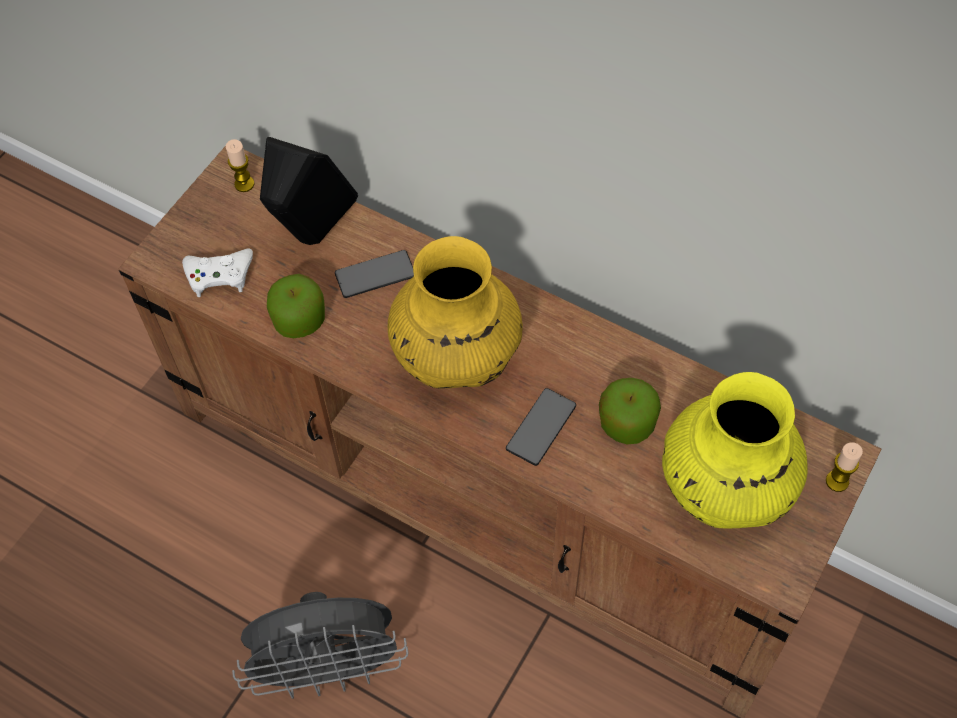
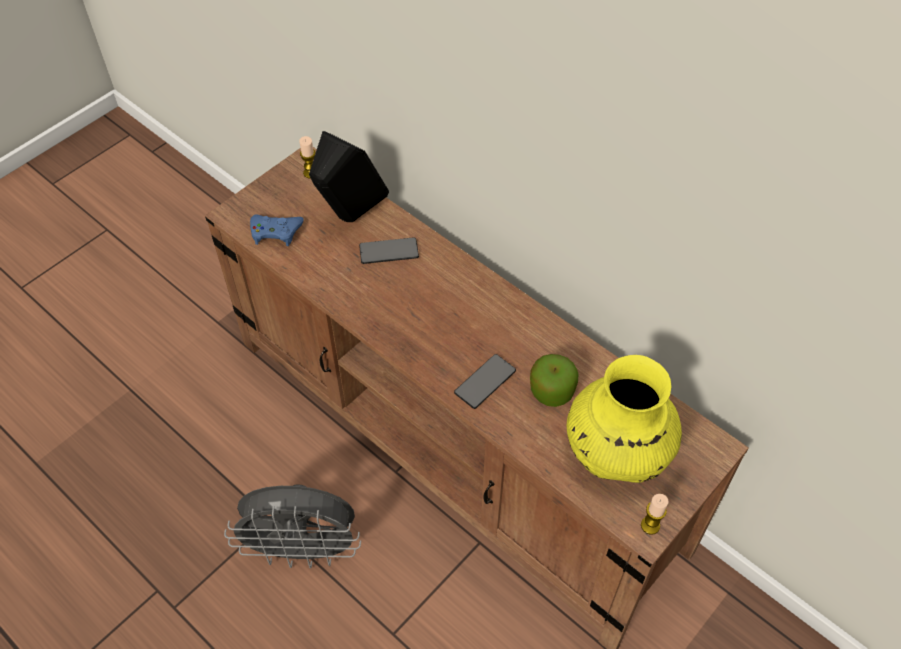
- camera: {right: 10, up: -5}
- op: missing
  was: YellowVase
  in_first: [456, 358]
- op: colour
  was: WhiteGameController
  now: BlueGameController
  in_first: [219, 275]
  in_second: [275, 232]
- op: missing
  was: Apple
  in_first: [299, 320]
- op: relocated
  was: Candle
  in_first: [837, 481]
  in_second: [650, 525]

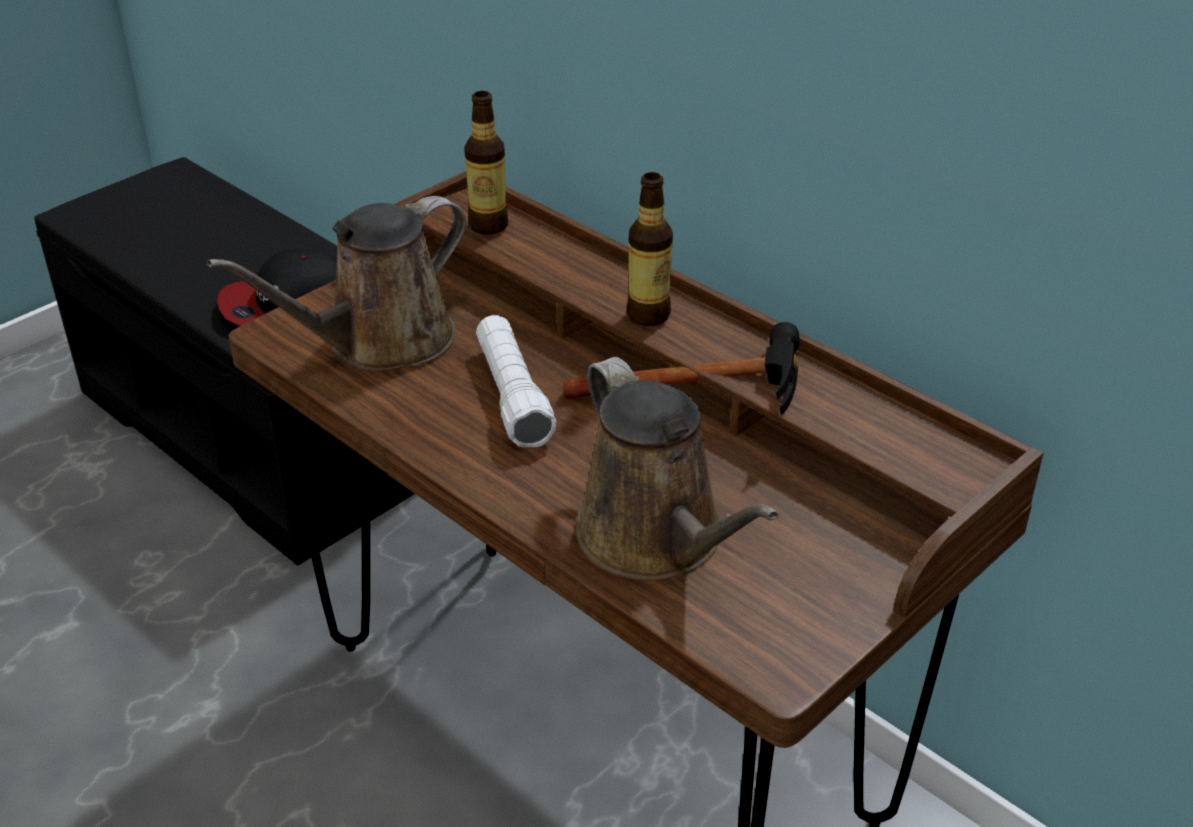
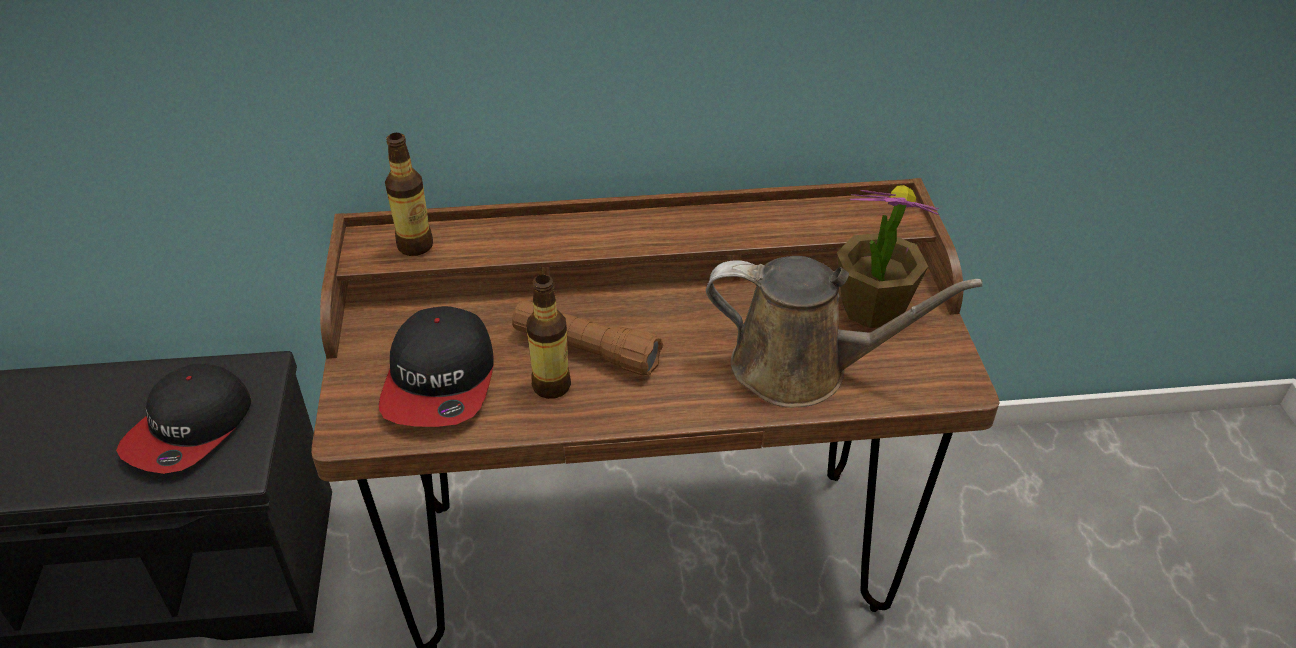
- camera: {right: -50, up: 5}
- op: relocated
  was: Bottle
  in_first: [648, 315]
  in_second: [551, 385]
- op: exchanged
  was: BrownWateringCan
  now: Cap
  in_first: [380, 343]
  in_second: [440, 380]
- op: colour
  was: WhiteFlashlight
  now: BrownFlashlight
  in_first: [512, 396]
  in_second: [586, 350]
- op: missing
  was: Hammer
  in_first: [711, 410]
- op: appeared
  now: PottedPlant
  in_second: [872, 307]

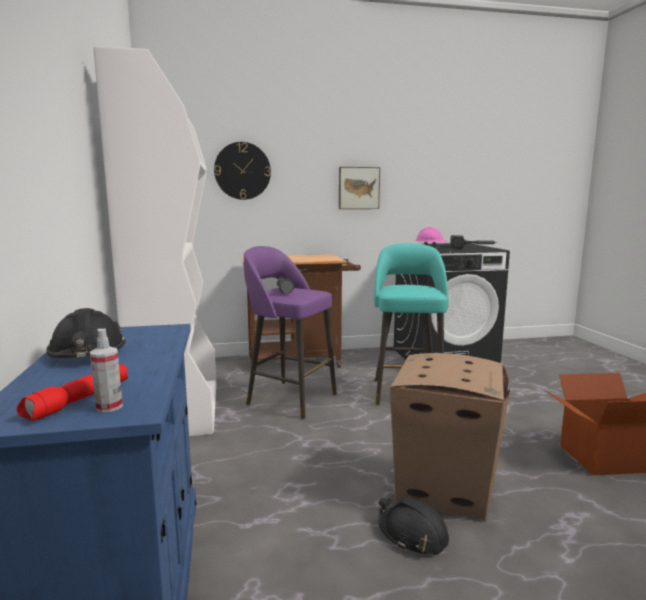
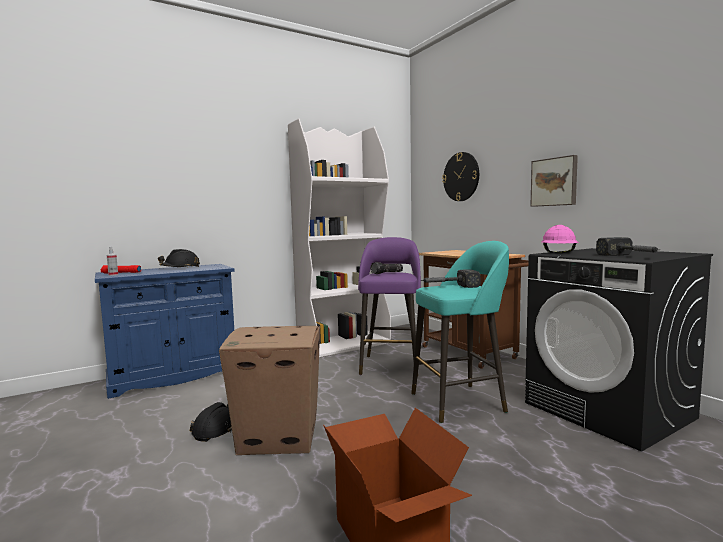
- camera: {right: 70, up: -5}
- op: appeared
  now: Hammer
  in_second: [448, 286]

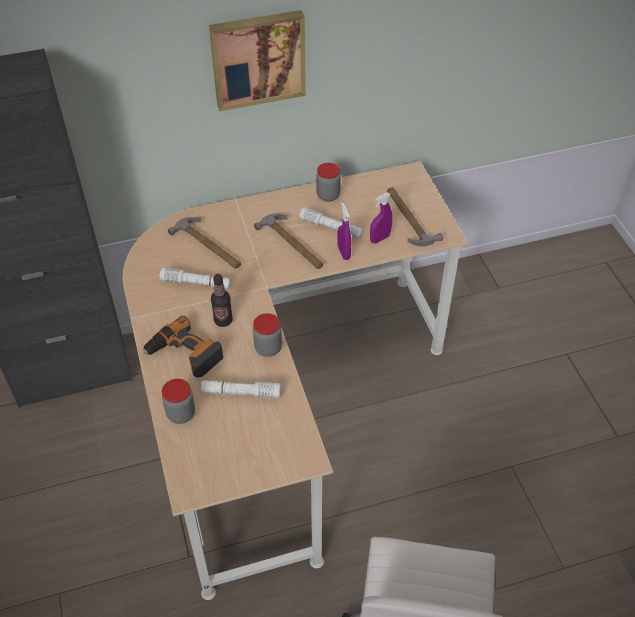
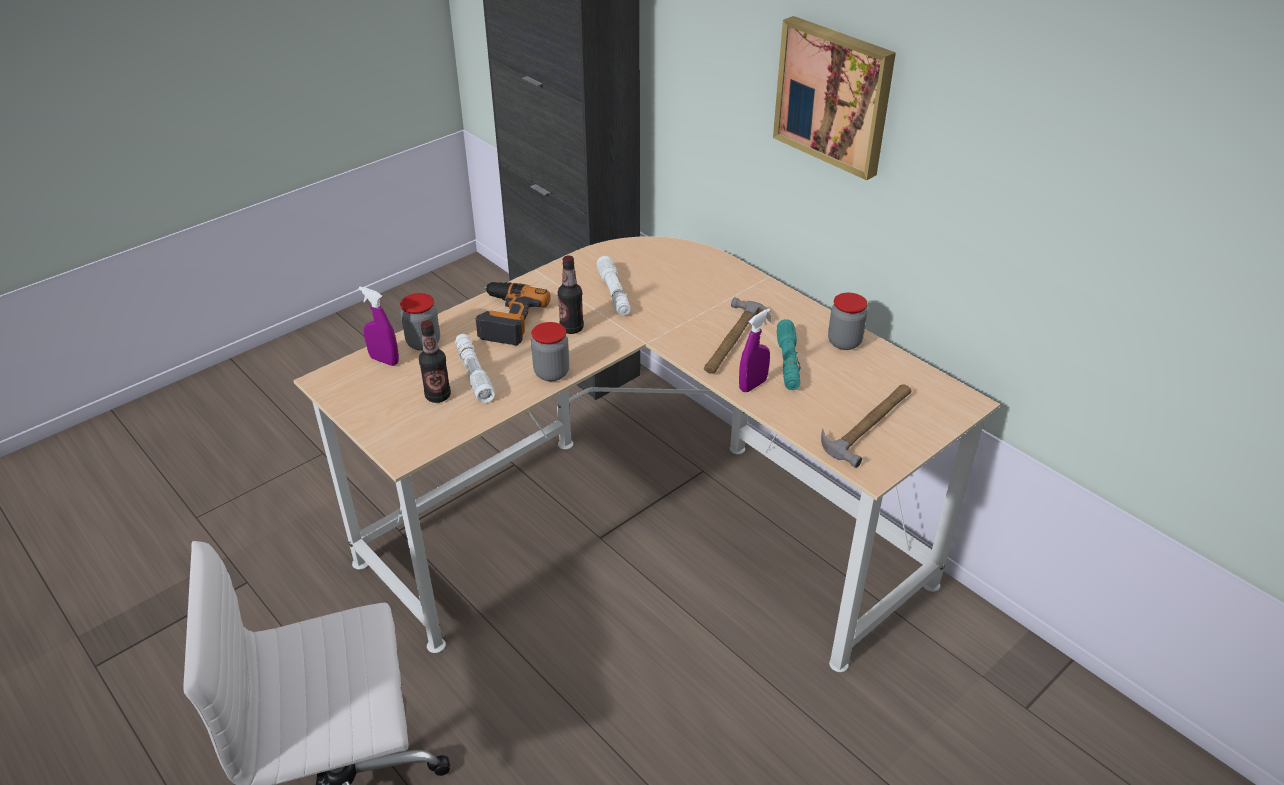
- camera: {right: 65, up: -10}
- op: relocated
  was: PurpleSprayBottle
  in_first: [380, 238]
  in_second: [384, 360]
- op: colour
  was: WhiteFlashlight
  now: TurquoiseFlashlight
  in_first: [331, 228]
  in_second: [788, 362]
- op: missing
  was: Hammer
  in_first: [209, 246]
- op: appeared
  now: Bottle
  in_second: [438, 396]

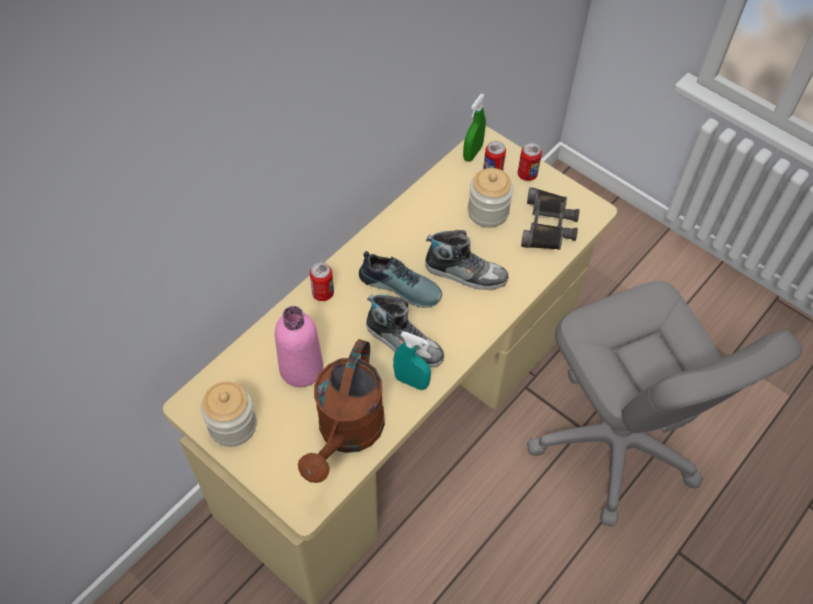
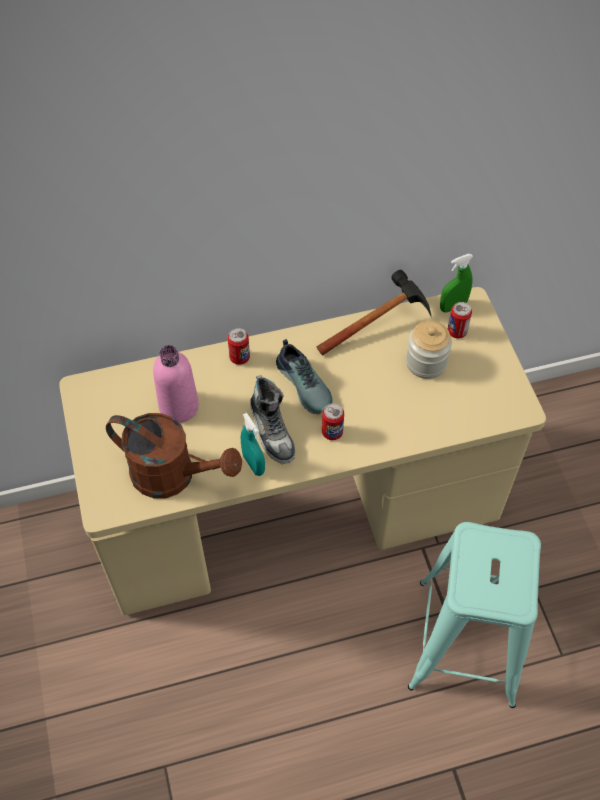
- camera: {right: 35, up: 0}
- op: relocated
  was: Can
  in_first: [527, 174]
  in_second: [332, 432]
- op: missing
  was: BlackBinoculars
  in_first: [549, 225]
- op: missing
  was: Shoe
  in_first: [465, 273]
- op: exchanged
  was: GreyOfficeChair
  now: TurquoiseStool
  in_first: [614, 443]
  in_second: [466, 642]
- op: spun
  was: BrownWateringCan
  in_first: [347, 434]
  in_second: [174, 475]
  clockwise: -120
- op: missing
  was: Jar
  in_first: [232, 425]
- op: appeared
  now: Hammer
  in_second: [381, 324]

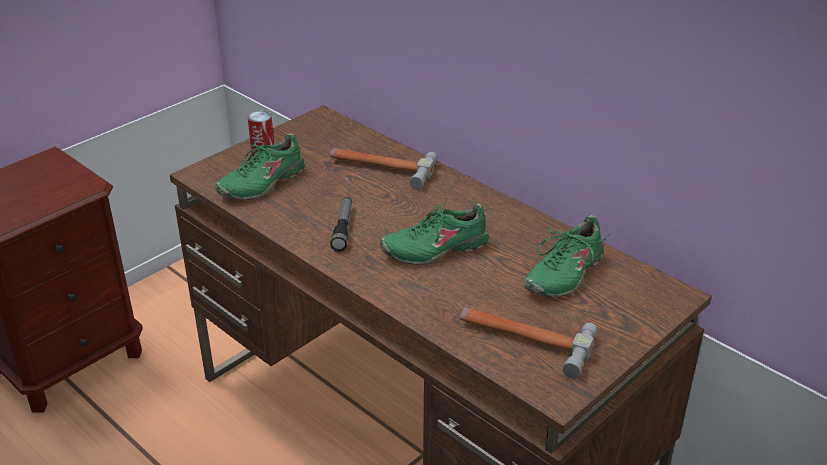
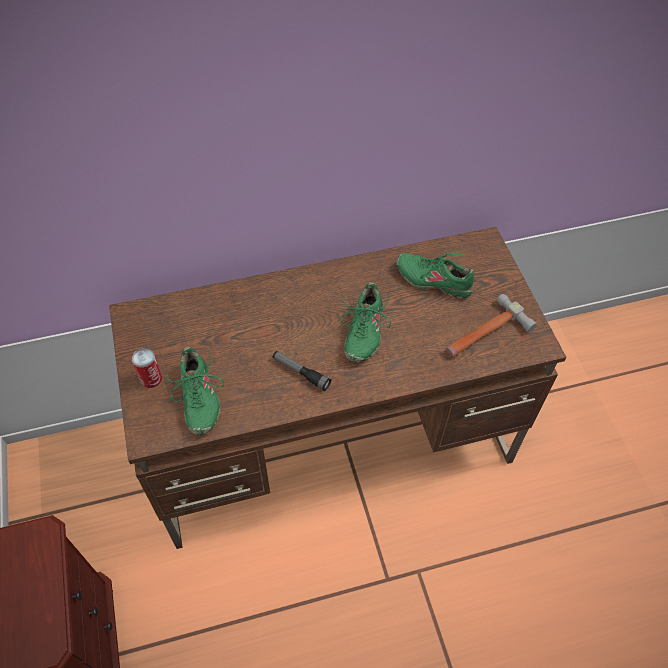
- camera: {right: -60, up: 20}
- op: missing
  was: Hammer
  in_first: [381, 168]
- op: spun
  was: GreenShoe
  in_first: [563, 274]
  in_second: [434, 280]
  clockwise: 135

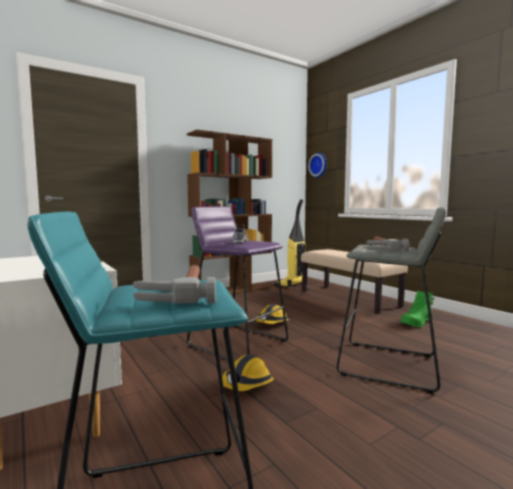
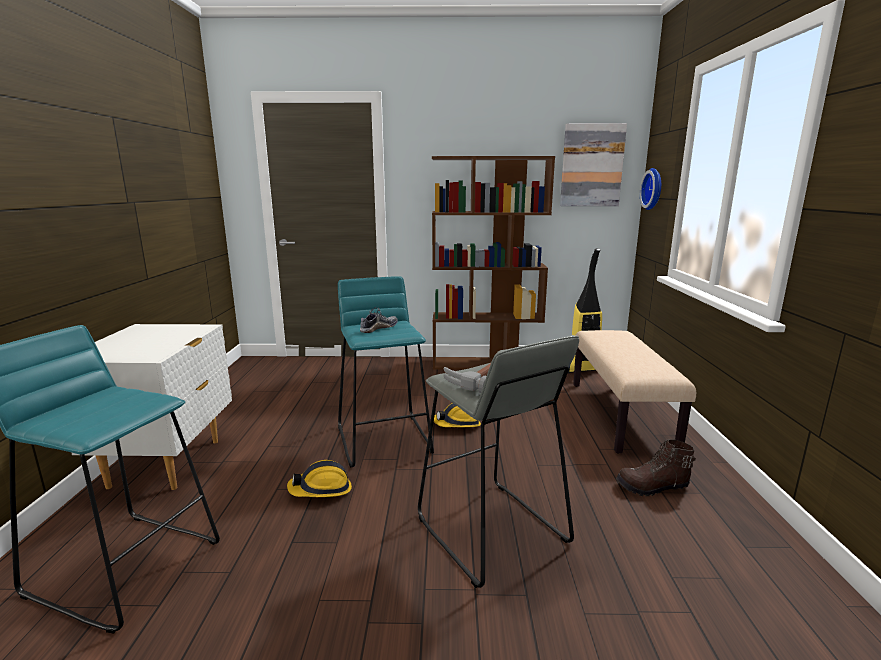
- camera: {right: 35, up: 10}
- op: colour
  was: PurpleStool
  now: TurquoiseStool
  in_first: [238, 343]
  in_second: [385, 439]
- op: missing
  was: Hammer
  in_first: [178, 292]
- op: colour
  was: GreenBoot
  now: BrownBoot
  in_first: [417, 323]
  in_second: [652, 487]
- op: appeared
  now: Picture
  in_second: [591, 165]

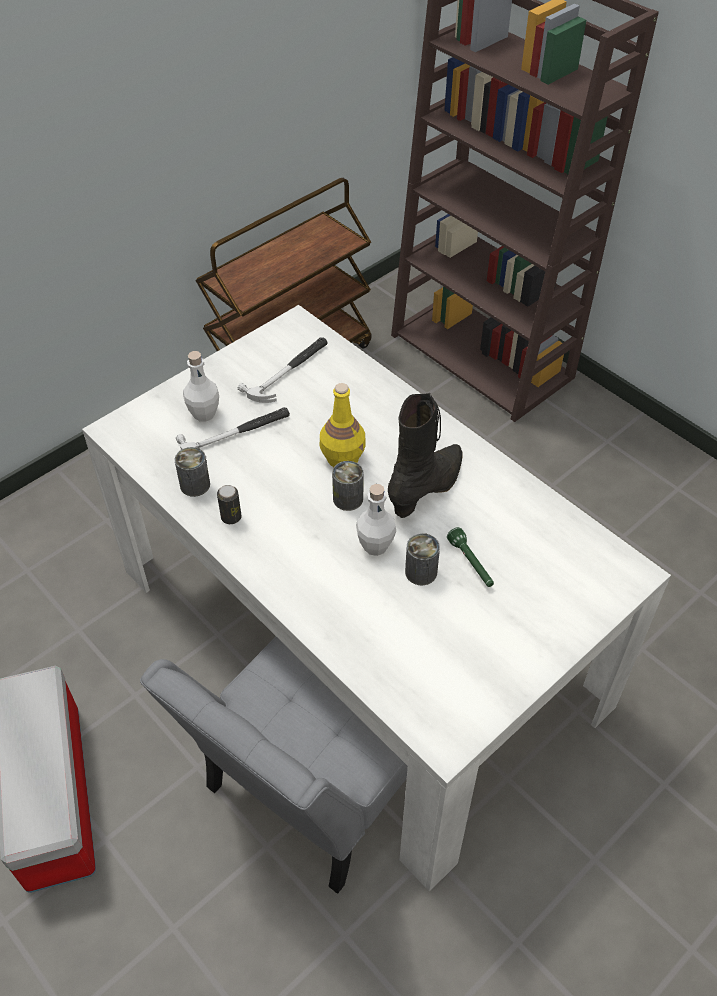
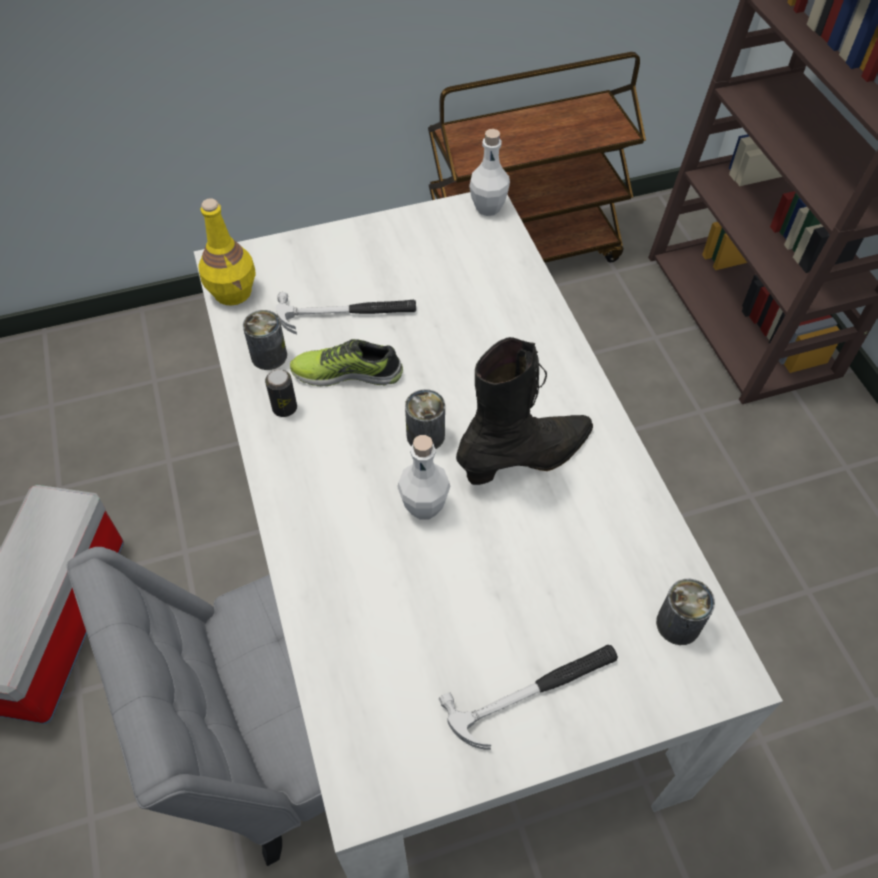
- camera: {right: 25, up: 5}
- op: relocated
  was: Hammer
  in_first: [289, 371]
  in_second: [534, 692]
- op: relocated
  was: WhiteBottle
  in_first: [204, 414]
  in_second: [488, 207]
- op: relocated
  was: YellowBottle
  in_first: [343, 457]
  in_second: [233, 292]
- op: missing
  was: GreenFlashlight
  in_first: [471, 563]
- op: relocated
  was: Can
  in_first: [421, 572]
  in_second: [678, 624]
- op: appeared
  now: Shoe
  in_second: [347, 372]

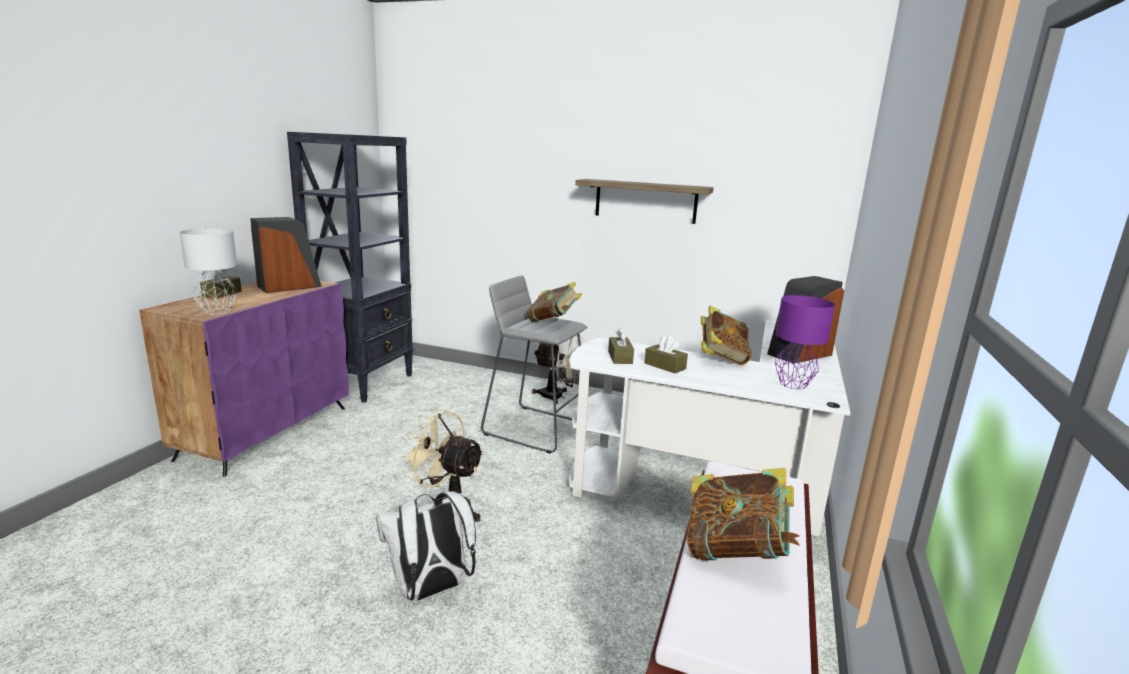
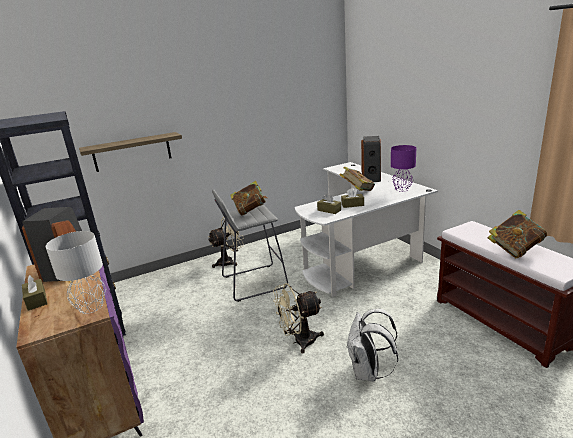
- camera: {right: -45, up: 5}
- op: relocated
  was: Shelf
  in_first: [645, 201]
  in_second: [132, 152]

